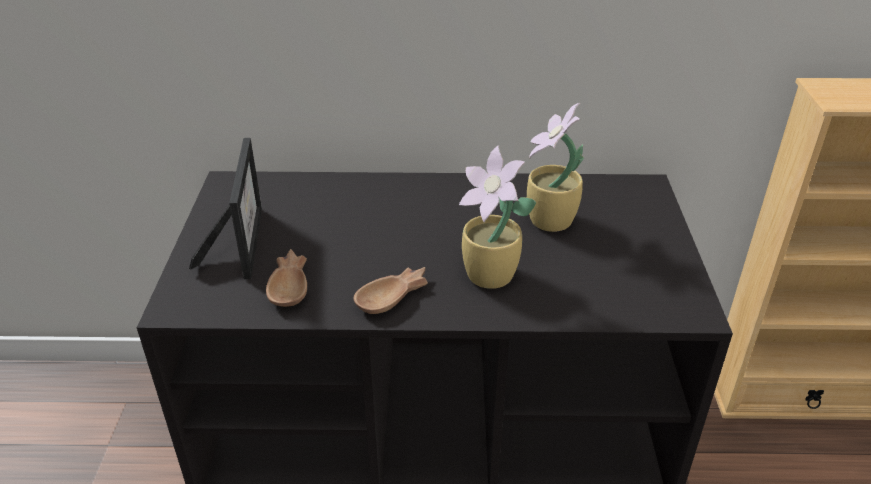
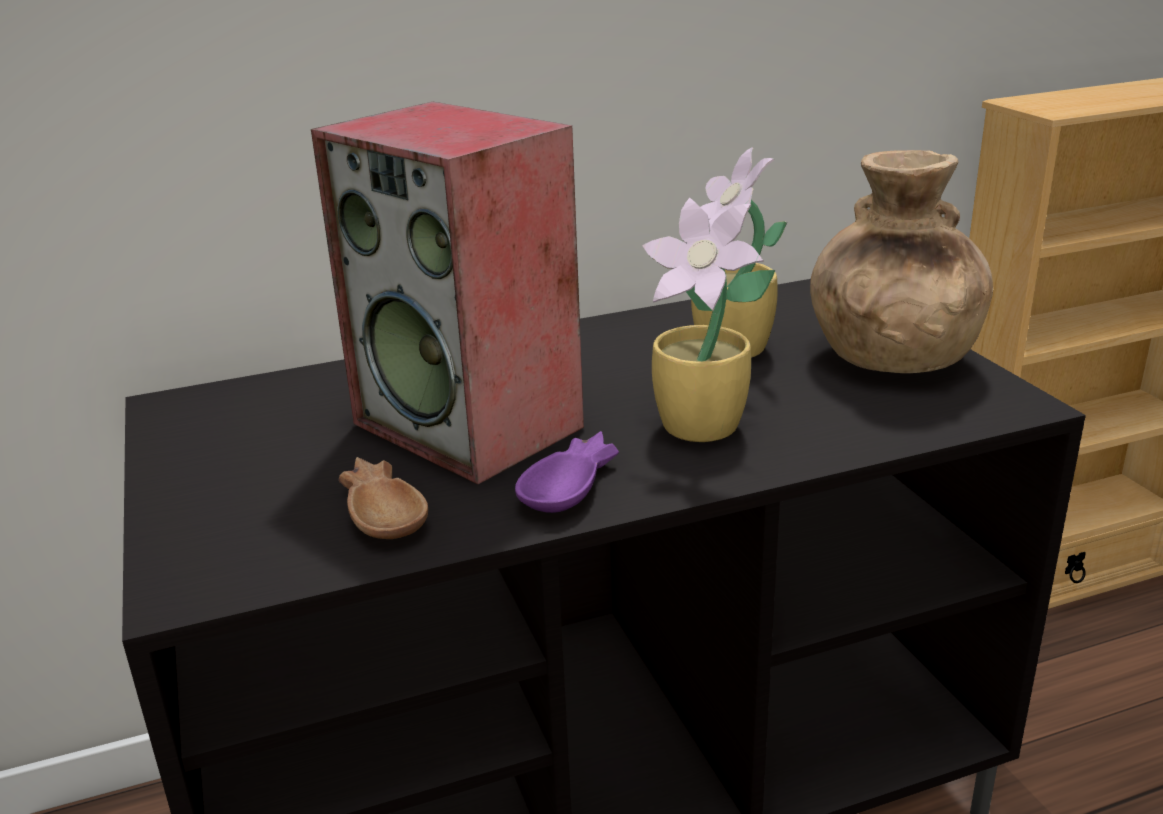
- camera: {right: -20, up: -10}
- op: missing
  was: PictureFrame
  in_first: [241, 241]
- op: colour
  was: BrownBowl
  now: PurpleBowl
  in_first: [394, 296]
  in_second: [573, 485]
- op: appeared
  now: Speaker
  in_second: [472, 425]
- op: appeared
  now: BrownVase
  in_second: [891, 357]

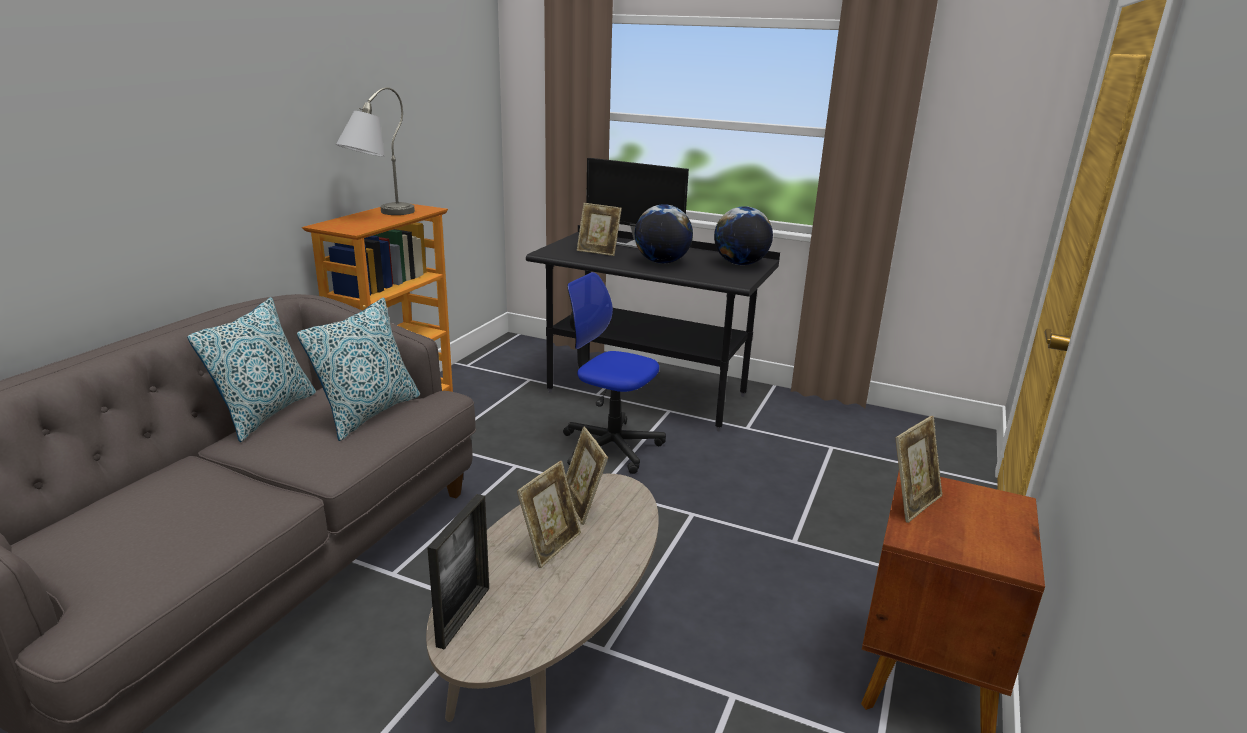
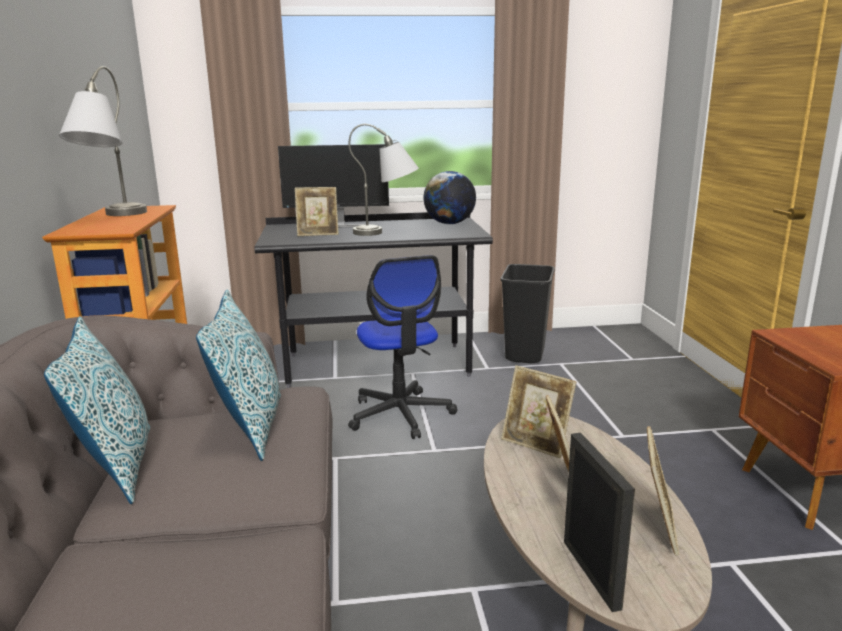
- camera: {right: -30, up: -5}
- op: exchanged
  was: Globe
  now: GreyTableLamp
  in_first: [661, 262]
  in_second: [387, 232]
- op: spun
  was: OfficeChair
  in_first: [610, 447]
  in_second: [400, 414]
  clockwise: -105
- op: relocated
  was: PictureFrame
  in_first: [912, 503]
  in_second: [657, 527]
- op: appeared
  now: BlackTrashCan
  in_second: [525, 354]

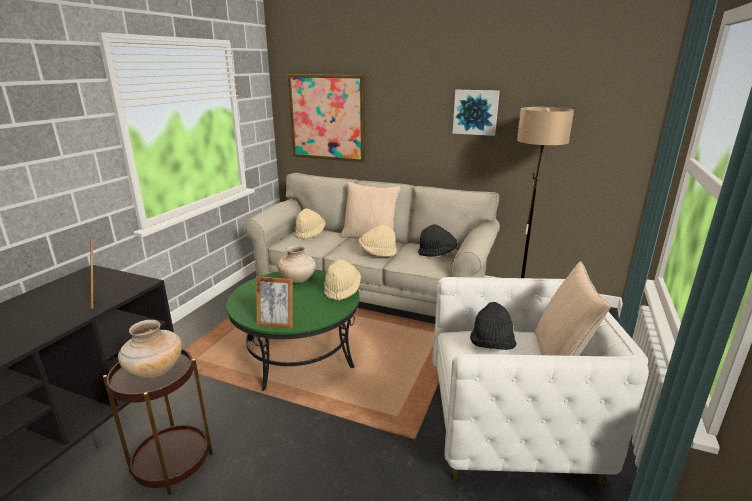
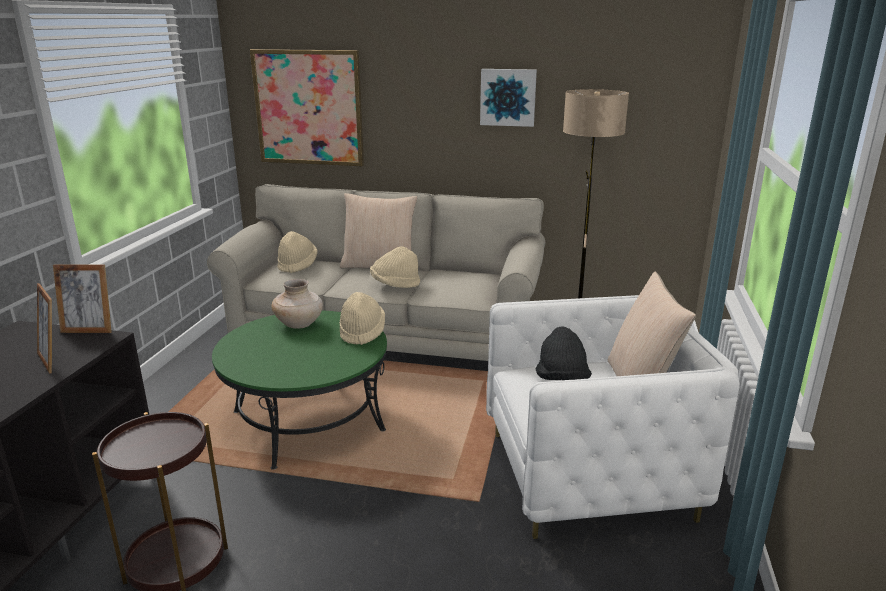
- camera: {right: -10, up: 0}
- op: missing
  was: BlackHat
  in_first: [437, 253]
- op: relocated
  was: PictureFrame
  in_first: [276, 324]
  in_second: [89, 329]
- op: missing
  was: BeigeVase
  in_first: [155, 371]

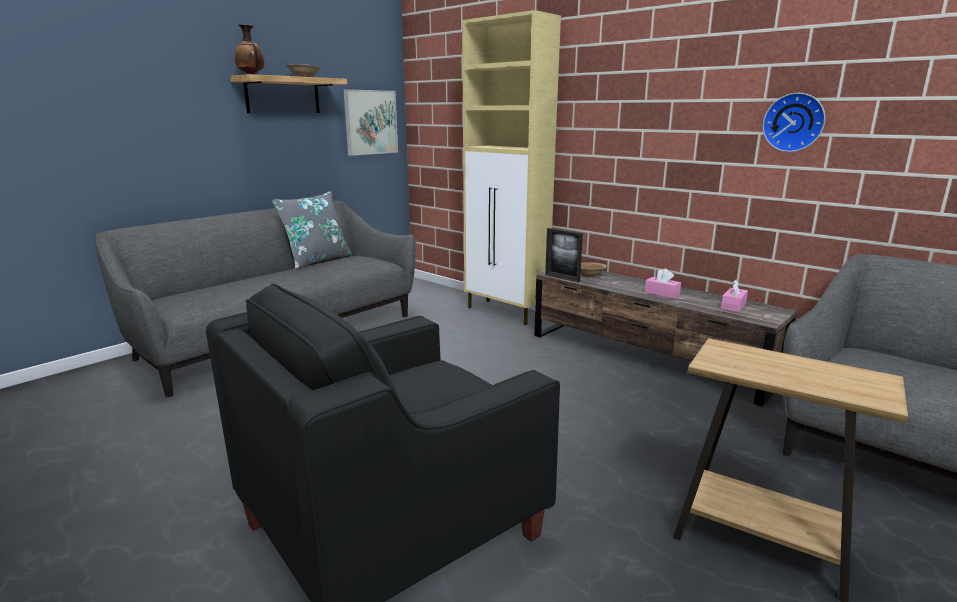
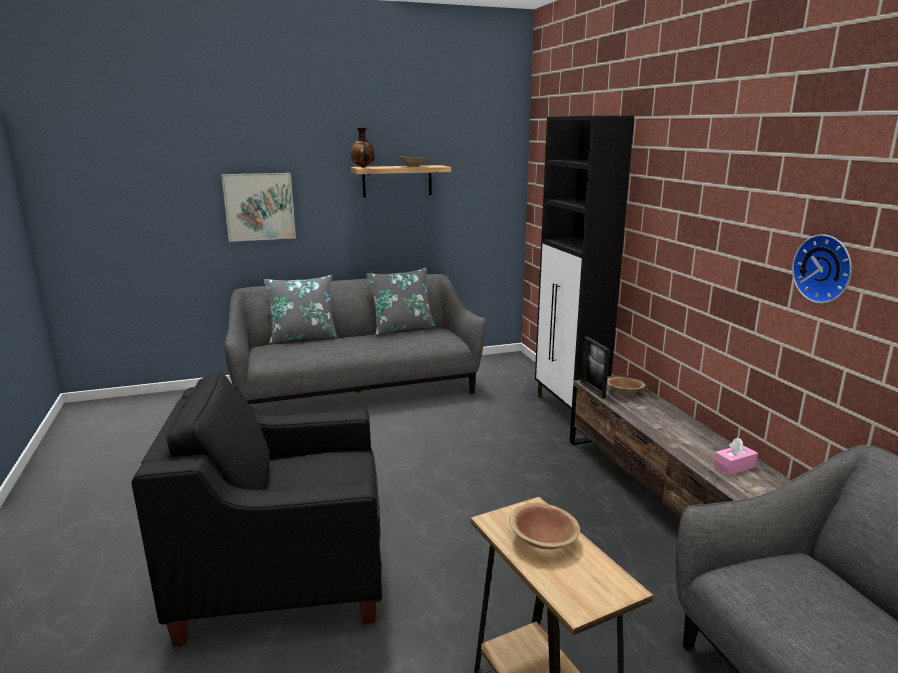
- camera: {right: 30, up: 0}
- op: colour
  was: BeigeCabinet
  now: BlackCabinet
  in_first: [506, 312]
  in_second: [569, 410]
- op: relocated
  was: Picture
  in_first: [371, 122]
  in_second: [259, 207]
- op: missing
  was: PinkTissueBox
  in_first: [662, 293]
- op: appeared
  now: GreyPillow
  in_second: [303, 338]
- op: appeared
  now: BrownBowl
  in_second: [543, 541]

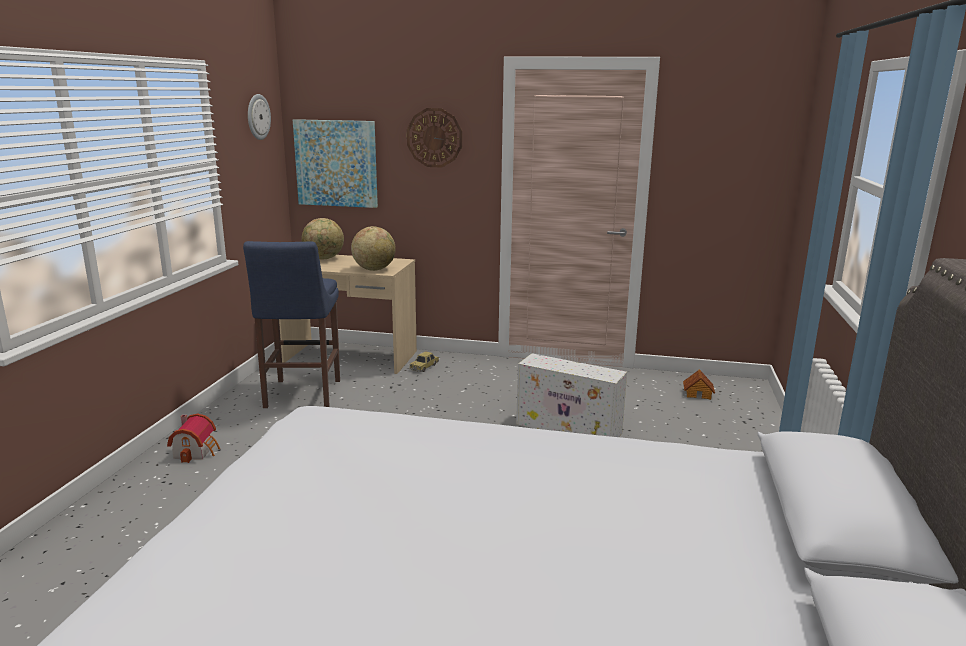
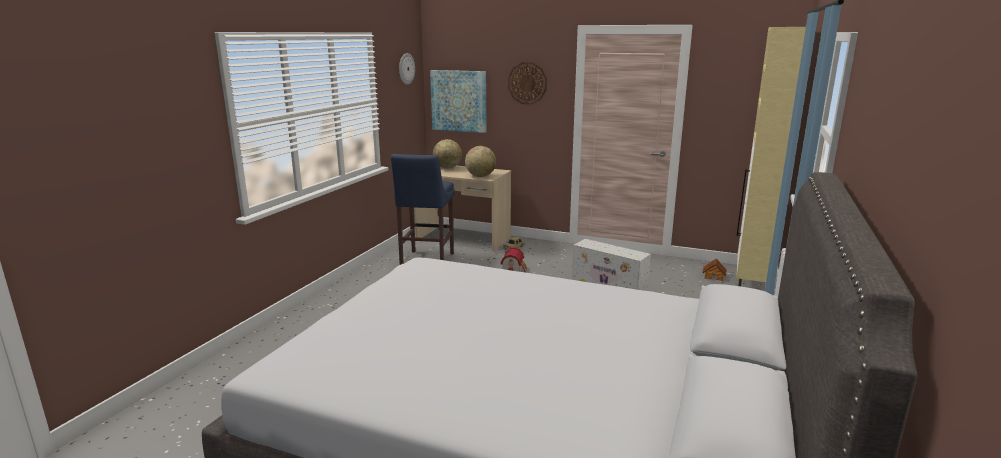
- camera: {right: 10, up: 0}
- op: relocated
  was: ToyHouse
  in_first: [197, 451]
  in_second: [514, 269]
- op: appeared
  now: BeigeCabinet
  in_second: [752, 283]

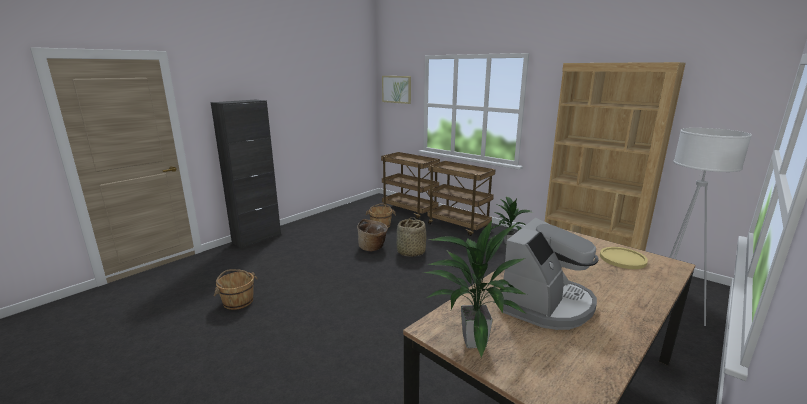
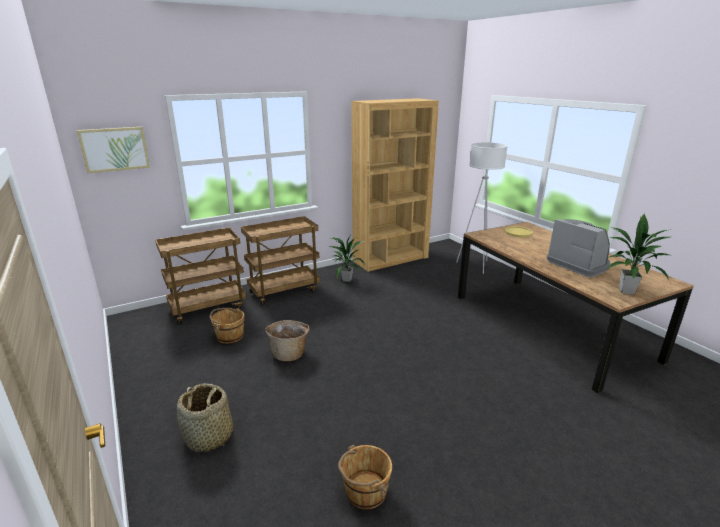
- camera: {right: -70, up: 5}
- op: missing
  was: BlackCabinet
  in_first: [257, 239]
- op: relocated
  was: Basket
  in_first: [410, 252]
  in_second: [209, 437]

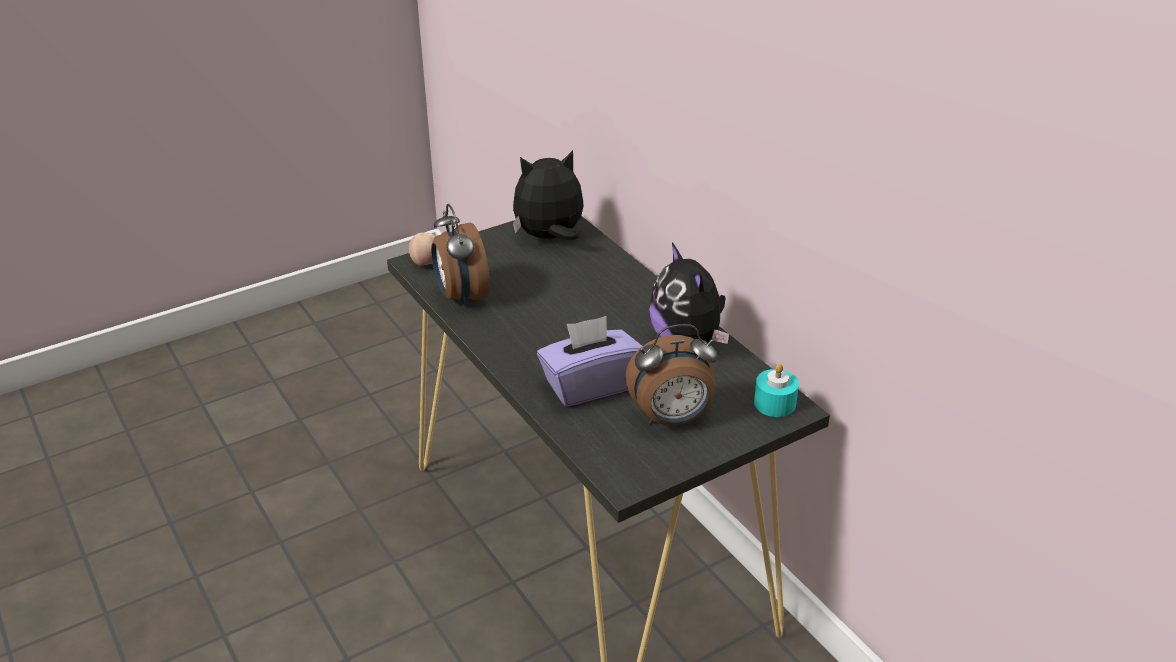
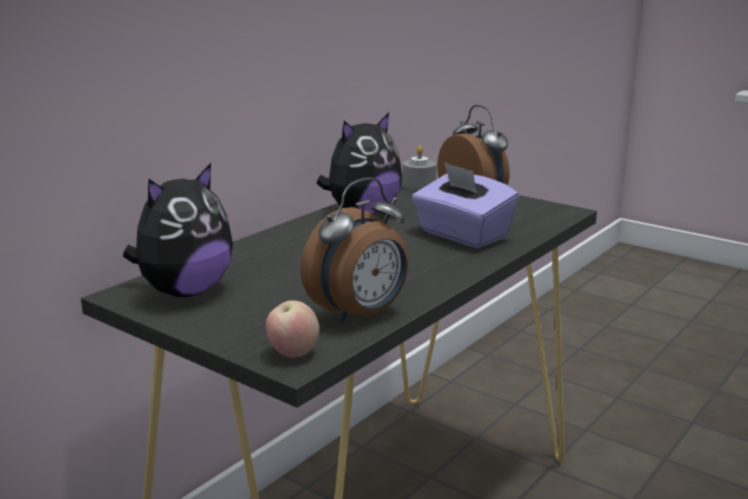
- camera: {right: -110, up: -15}
- op: spun
  was: PlushToy
  in_first: [550, 238]
  in_second: [185, 291]
  clockwise: -105
- op: colour
  was: TurquoiseCandle
  now: GreyCandle
  in_first: [774, 403]
  in_second: [419, 185]

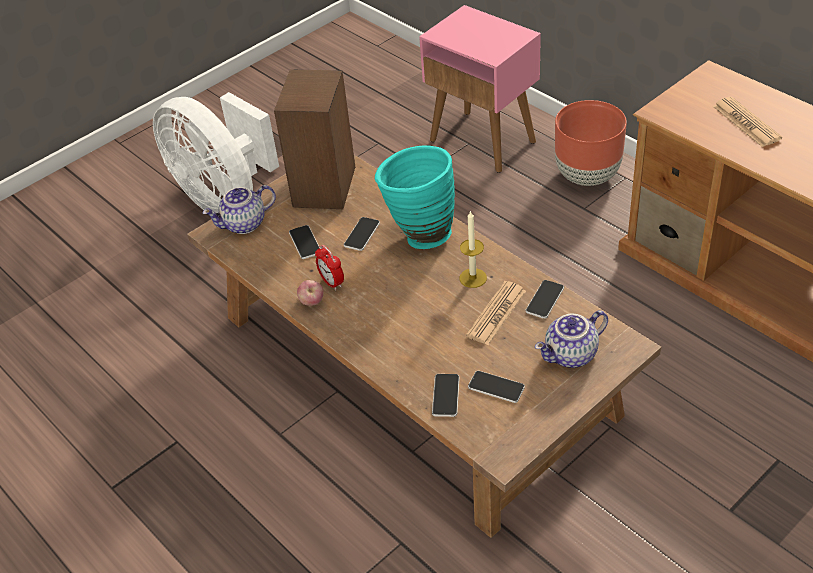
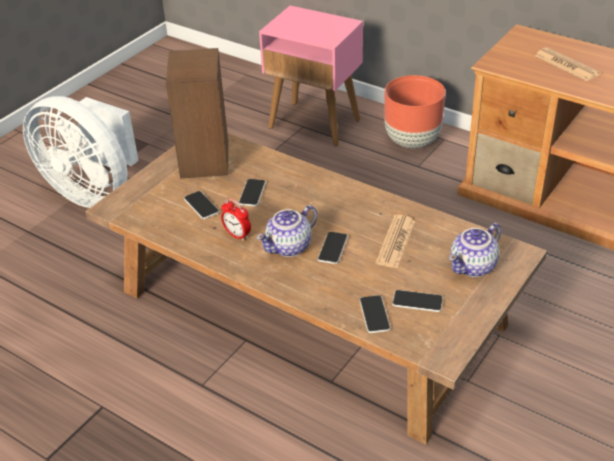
- camera: {right: -15, up: -5}
- op: missing
  was: TurquoiseVase
  in_first: [419, 234]
- op: relocated
  was: Teapot
  in_first: [244, 225]
  in_second: [289, 248]
- op: missing
  was: Candle
  in_first: [473, 278]
- op: missing
  was: Apple
  in_first: [312, 302]
- op: relocated
  was: Phone
  in_first: [544, 300]
  in_second: [332, 248]

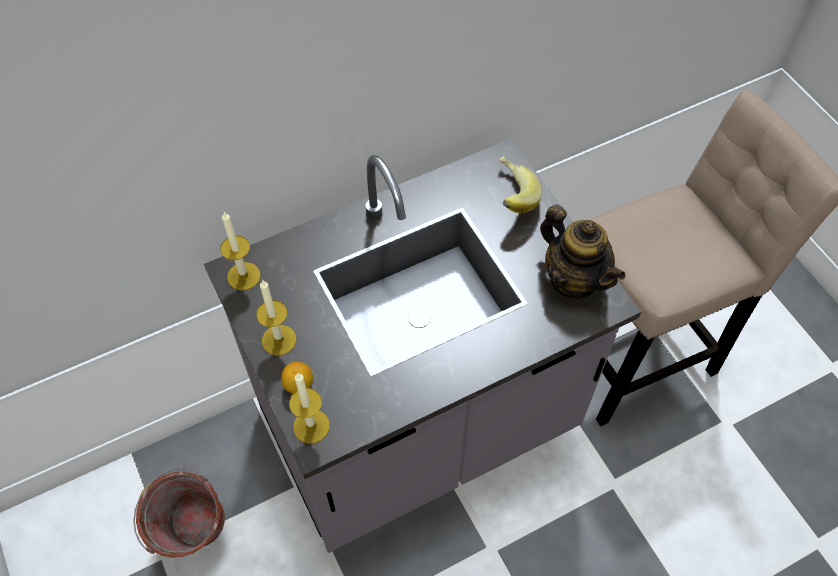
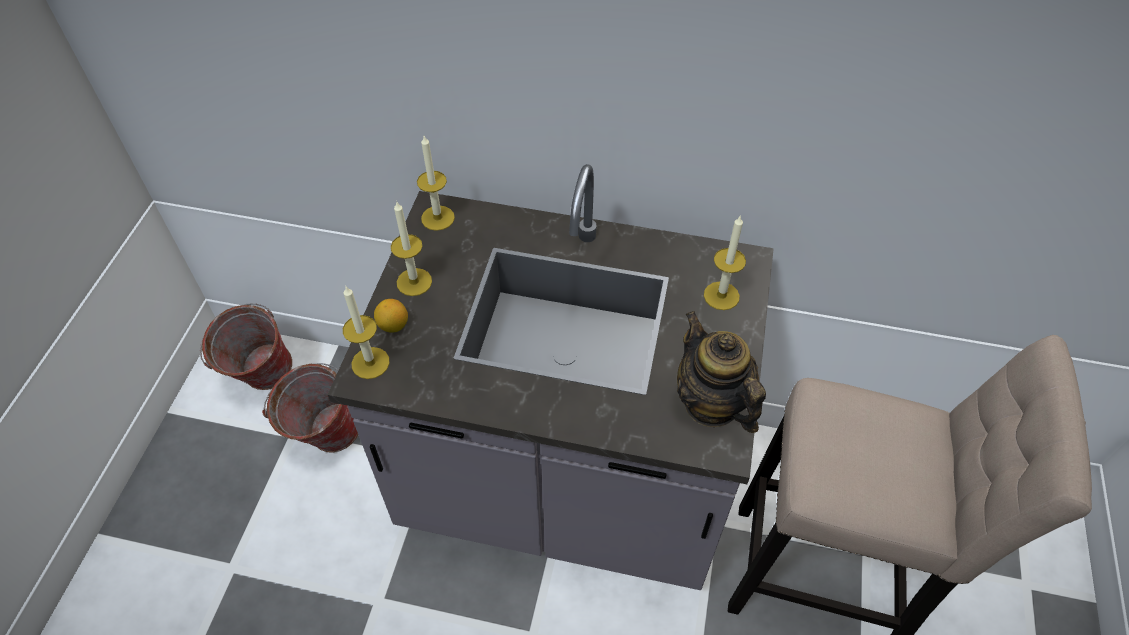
- camera: {right: 40, up: -5}
- op: exchanged
  was: Banana
  now: Candle
  in_first: [510, 197]
  in_second: [721, 296]
- op: spun
  was: Teapot
  in_first: [574, 279]
  in_second: [711, 403]
  clockwise: 150
- op: appeared
  now: Bucket
  in_second: [261, 380]

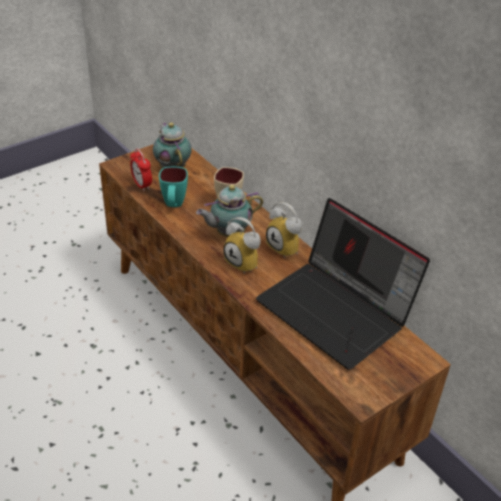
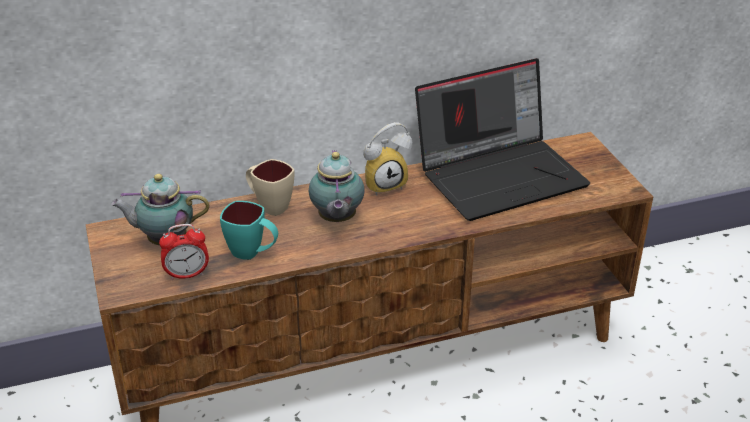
- camera: {right: -70, up: -5}
- op: missing
  was: AlarmClock
  in_first: [245, 263]

